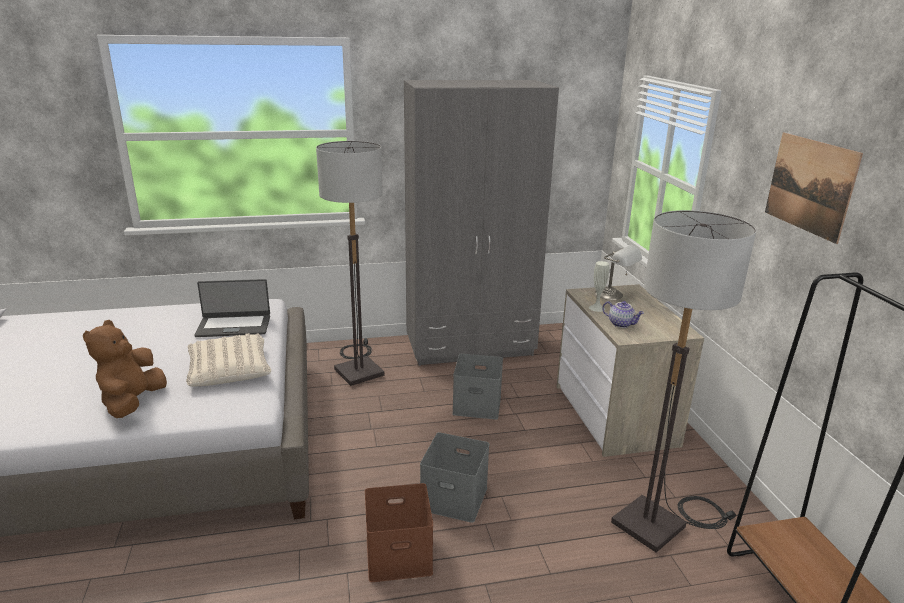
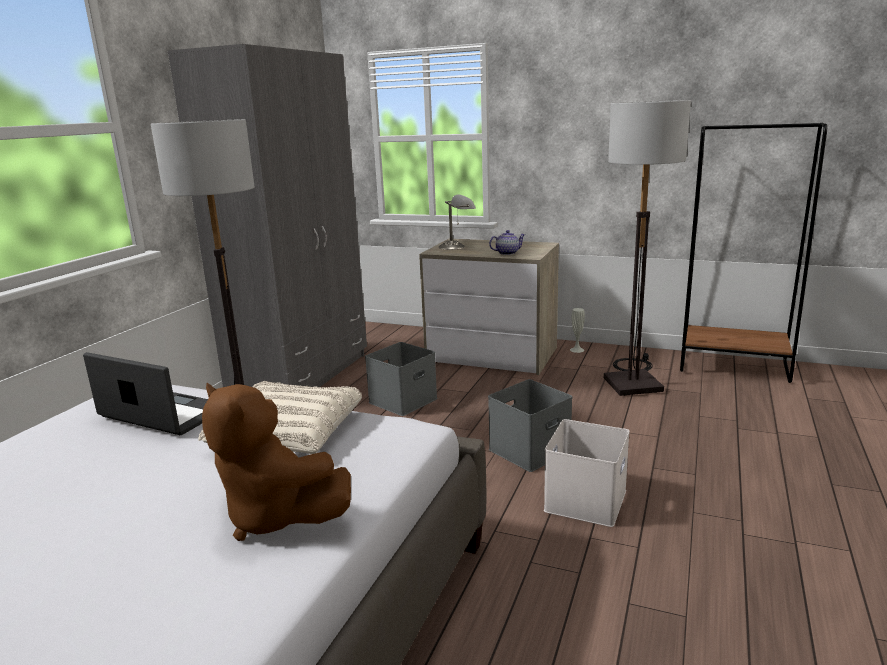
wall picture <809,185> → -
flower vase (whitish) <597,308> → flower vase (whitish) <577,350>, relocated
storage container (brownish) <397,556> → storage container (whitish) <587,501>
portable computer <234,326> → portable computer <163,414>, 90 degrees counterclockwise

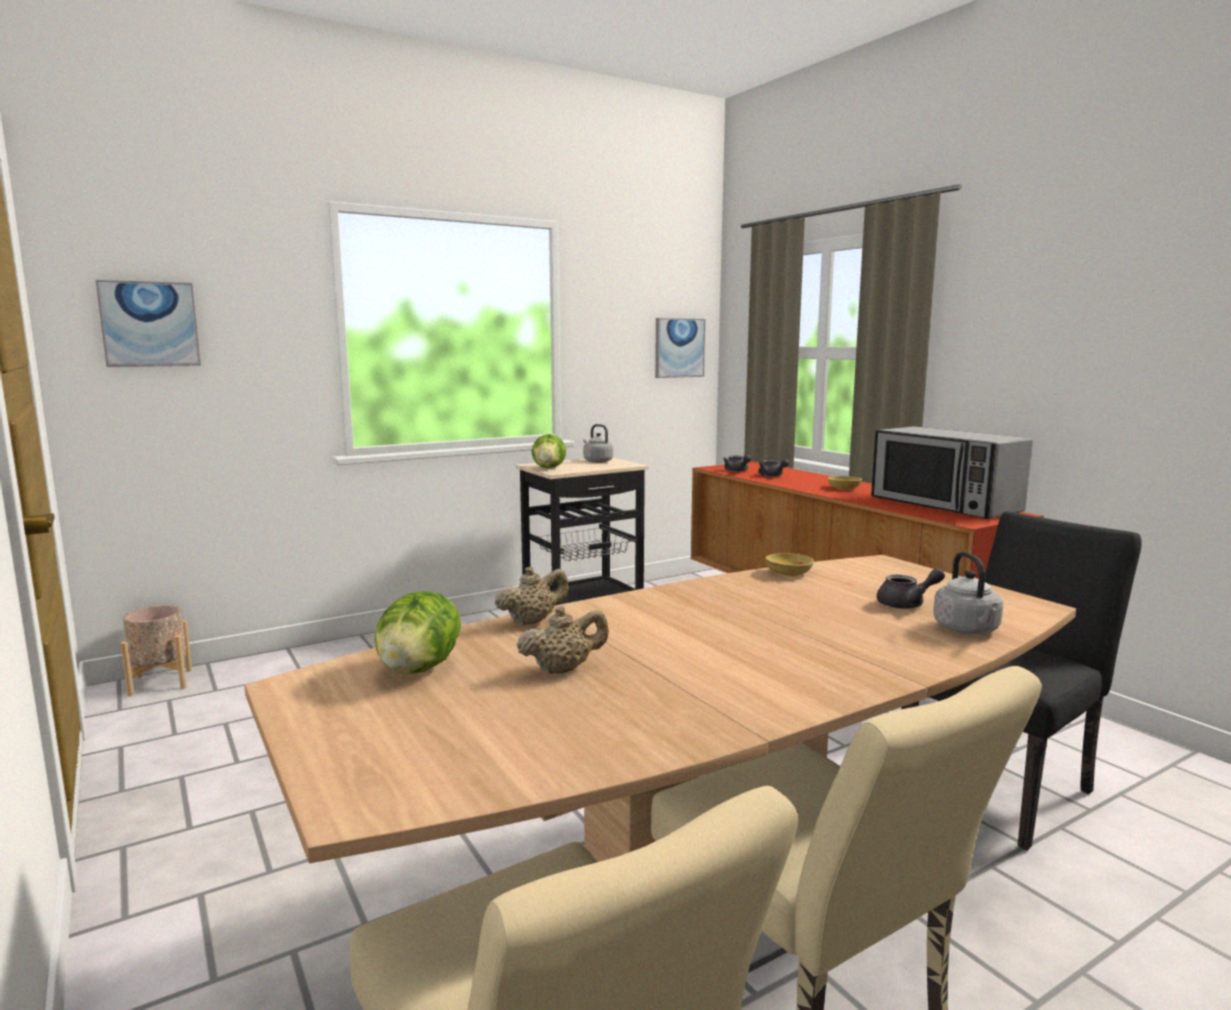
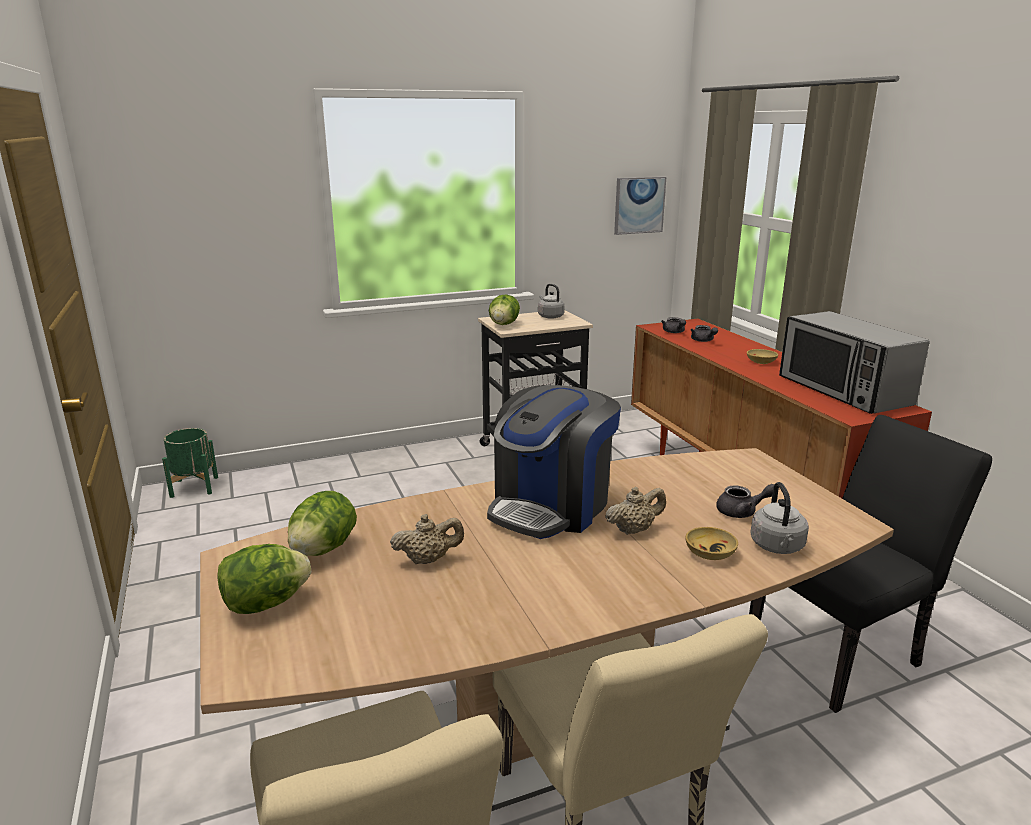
wall picture <149,324> → -
- → head of lettuce <266,604>
- → coffee brewer <551,506>
tea pot (sand-coloured) <532,621> → tea pot (sand-coloured) <634,530>, relocated
serving bowl (sand-coloured) <788,573> → serving bowl (sand-coloured) <709,552>, relocated
plant pot (sand-coloured) <160,682> → plant pot (green) <194,487>

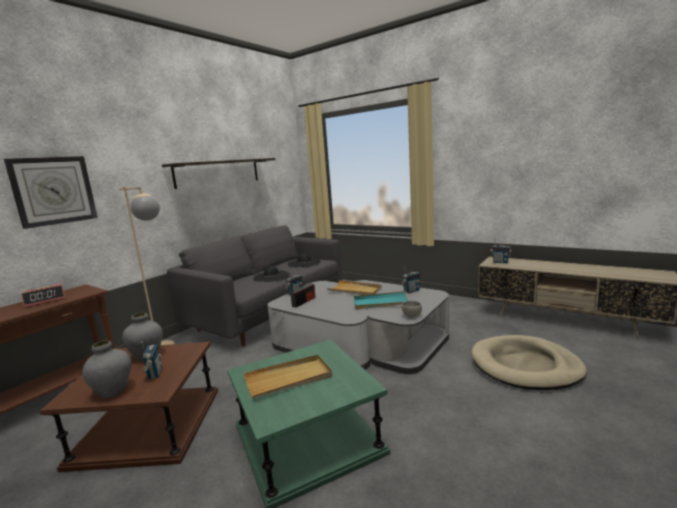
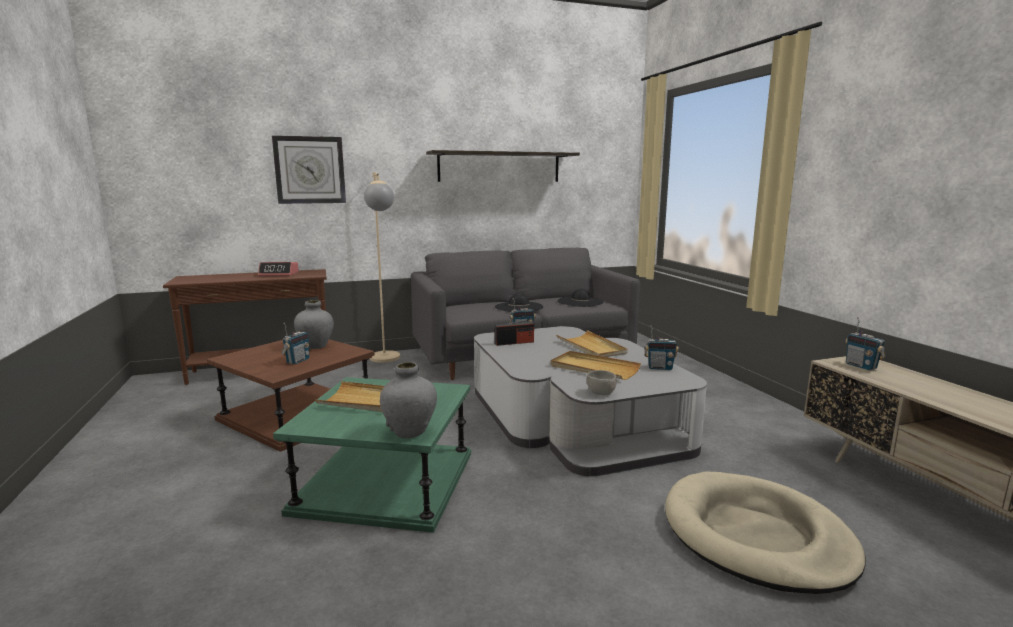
flower vase (gray) <113,391> → flower vase (gray) <410,432>, relocated
serving tray (turquoise) <381,303> → serving tray (sand-coloured) <594,368>

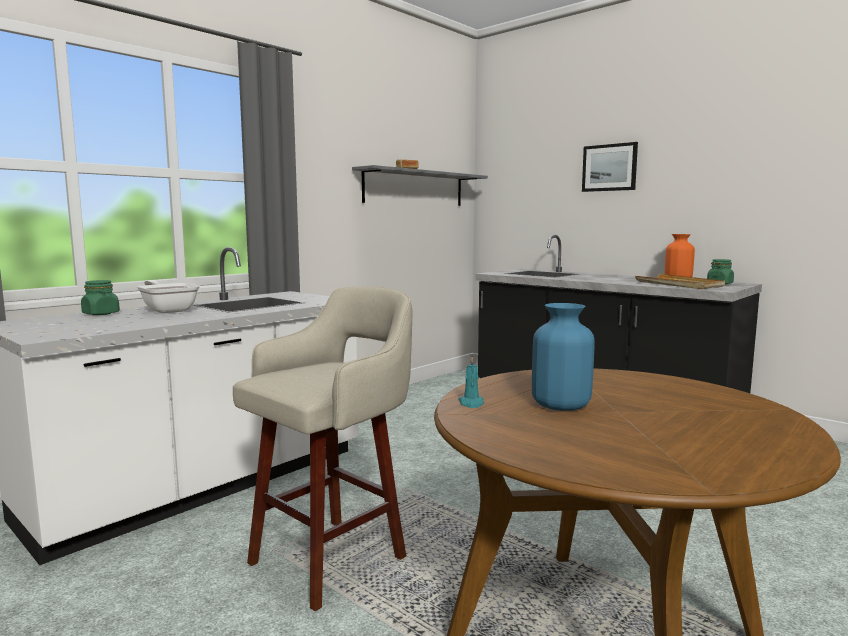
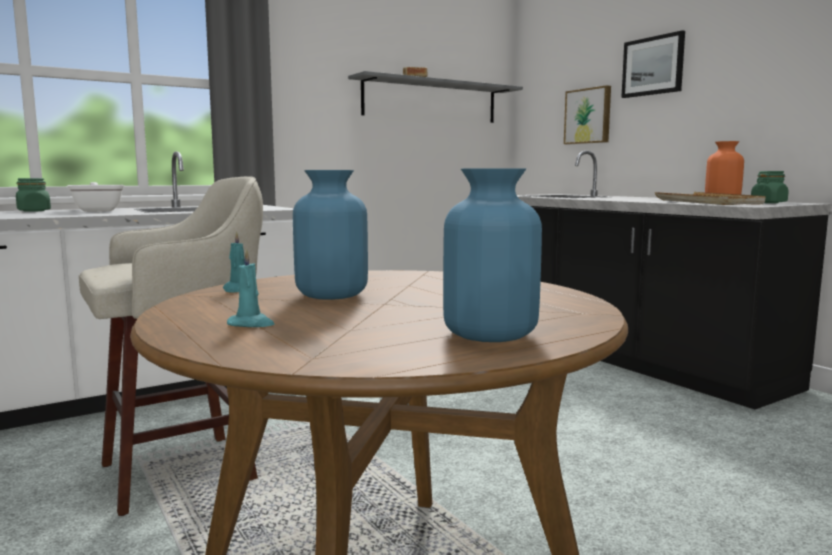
- → wax light (turquoise) <251,324>
- → flower vase (blue) <489,335>
- → wall picture <588,116>

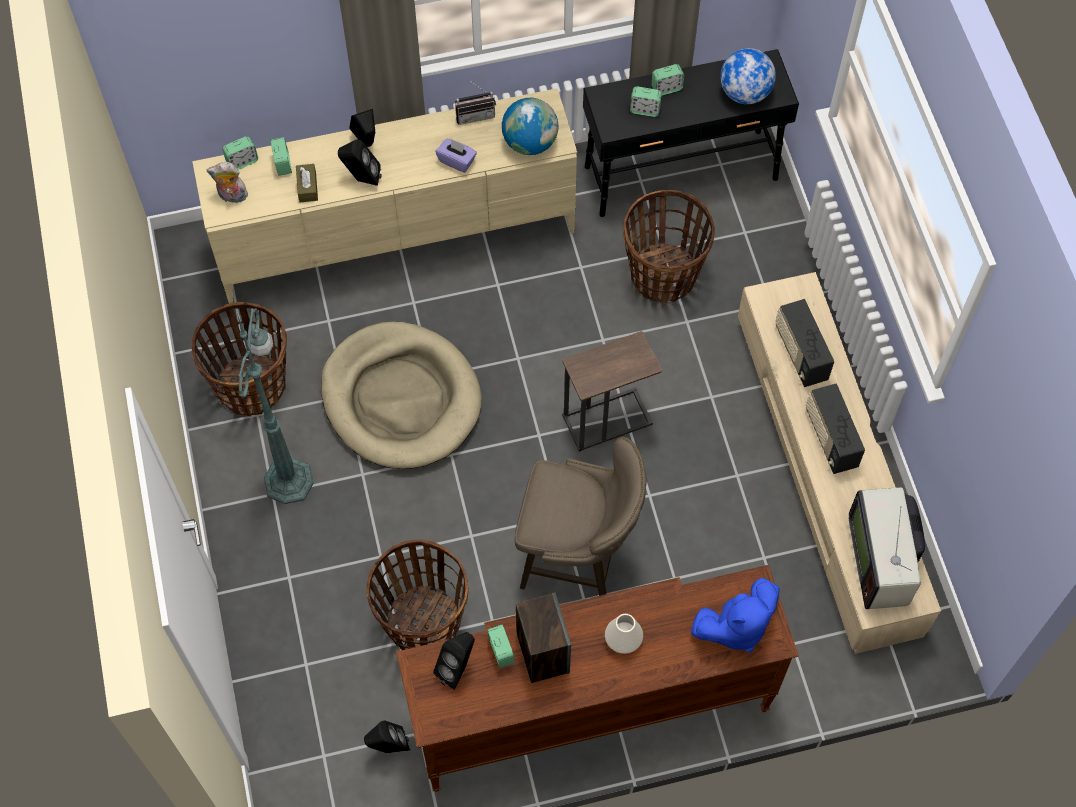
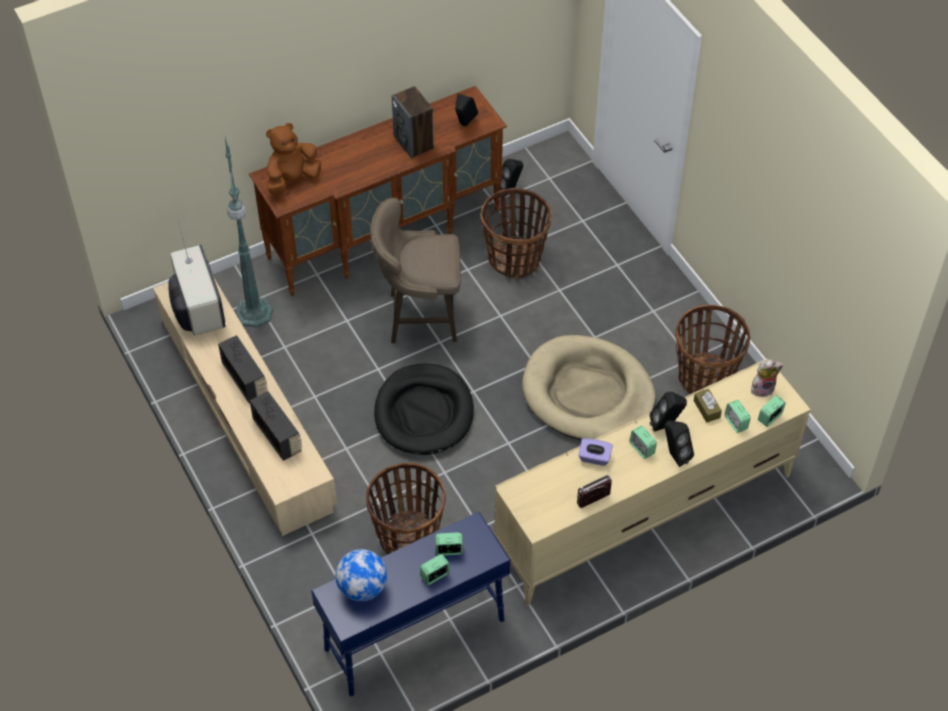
world globe <530,143> → -
flower vase (whitish) <623,640> → -
floor lamp (green) <289,478> → floor lamp (green) <254,314>, relocated
bedside clock <501,651> → bedside clock <642,449>, relocated
end table (brownish) <607,421> → dog cushion (black) <424,412>
console table (black) <681,174> → console table (blue) <414,634>
cuddly toy (blue) <735,627> → cuddly toy (brownish) <292,179>

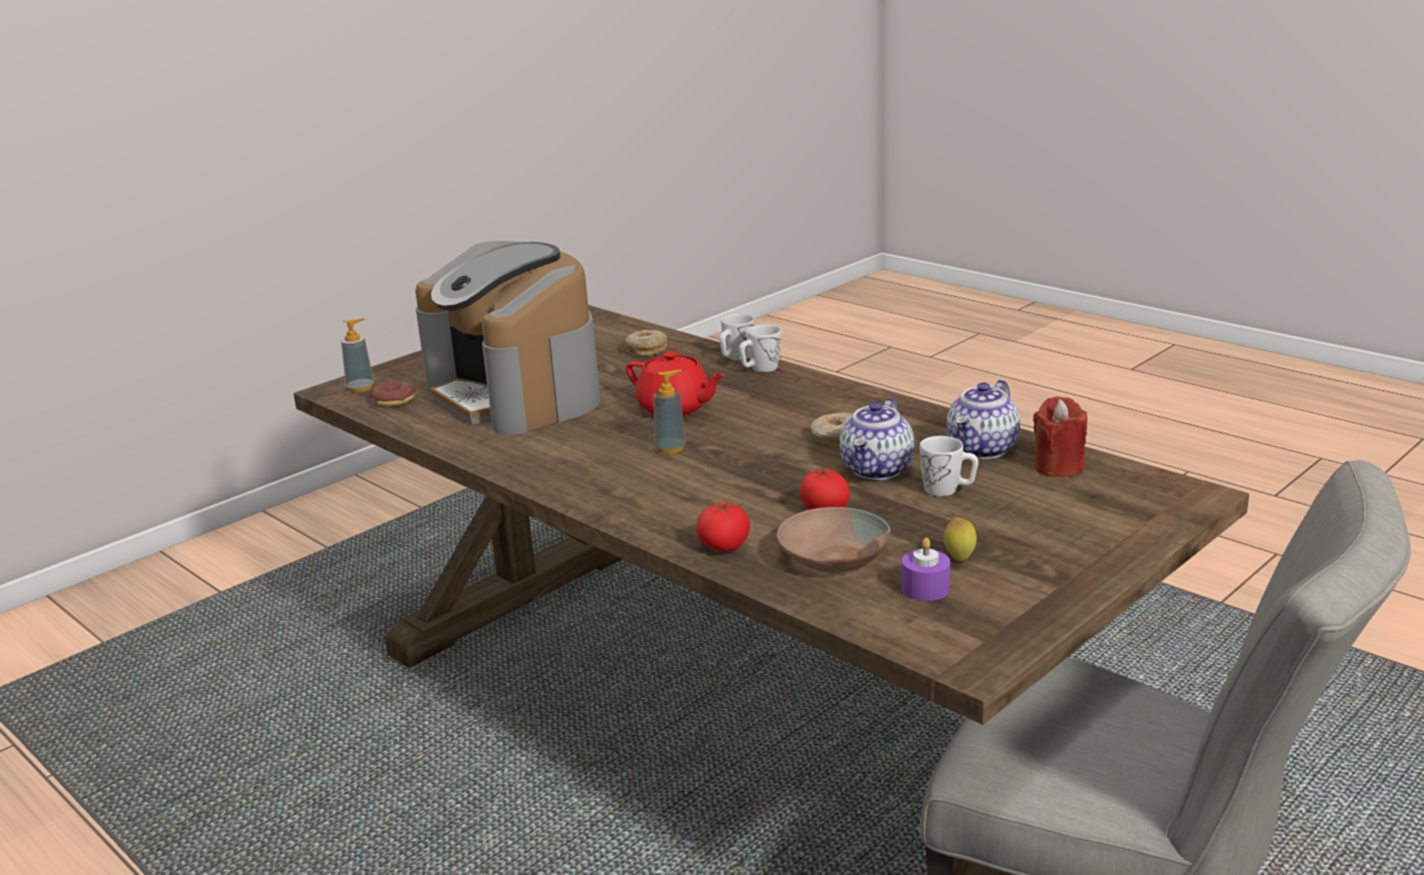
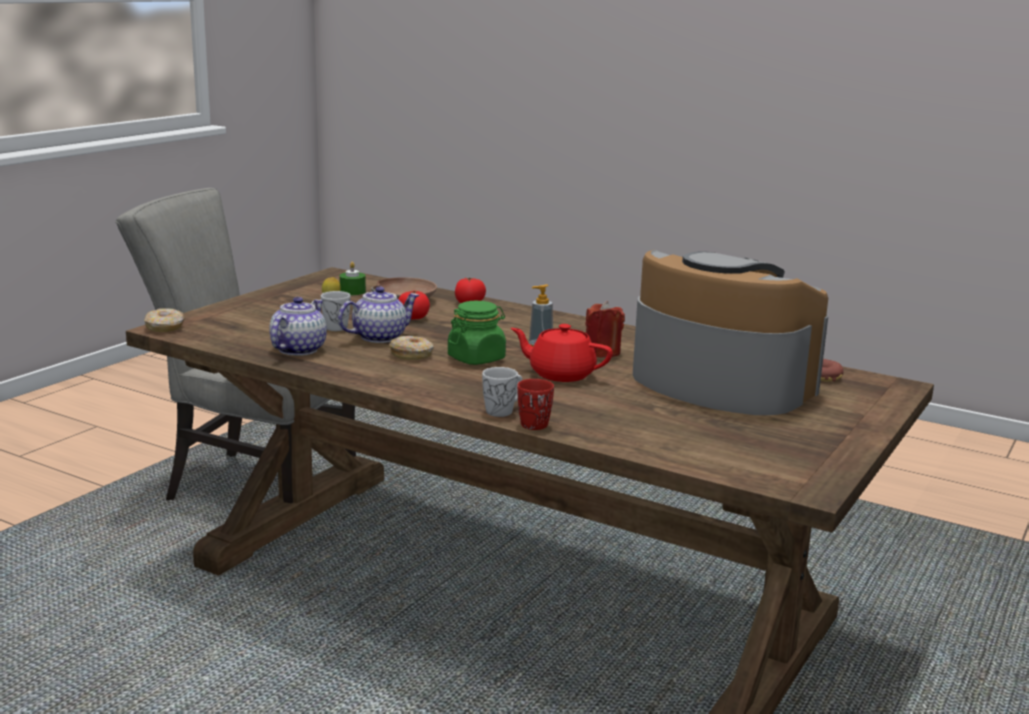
liquid soap bottle <361,388> → -
- → storage jar (green) <476,358>
donut <646,350> → donut <165,327>, relocated
wax light (red) <1058,467> → wax light (red) <602,352>, relocated
tea mug (whitish) <735,358> → tea mug (red) <536,423>
wax light (purple-coloured) <925,588> → wax light (green) <352,291>
tea pot <877,470> → tea pot <379,337>, 45 degrees clockwise

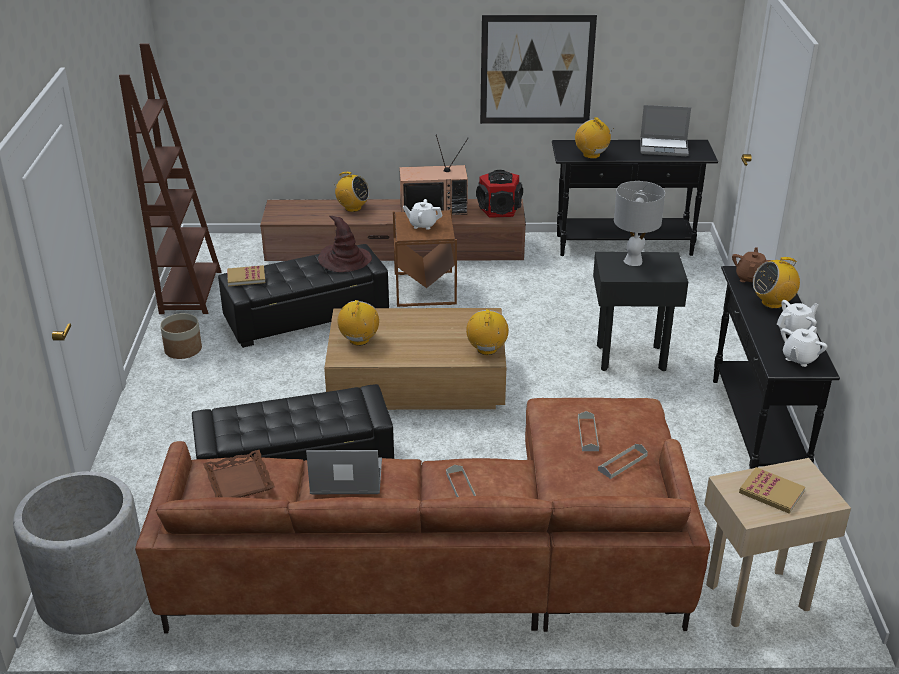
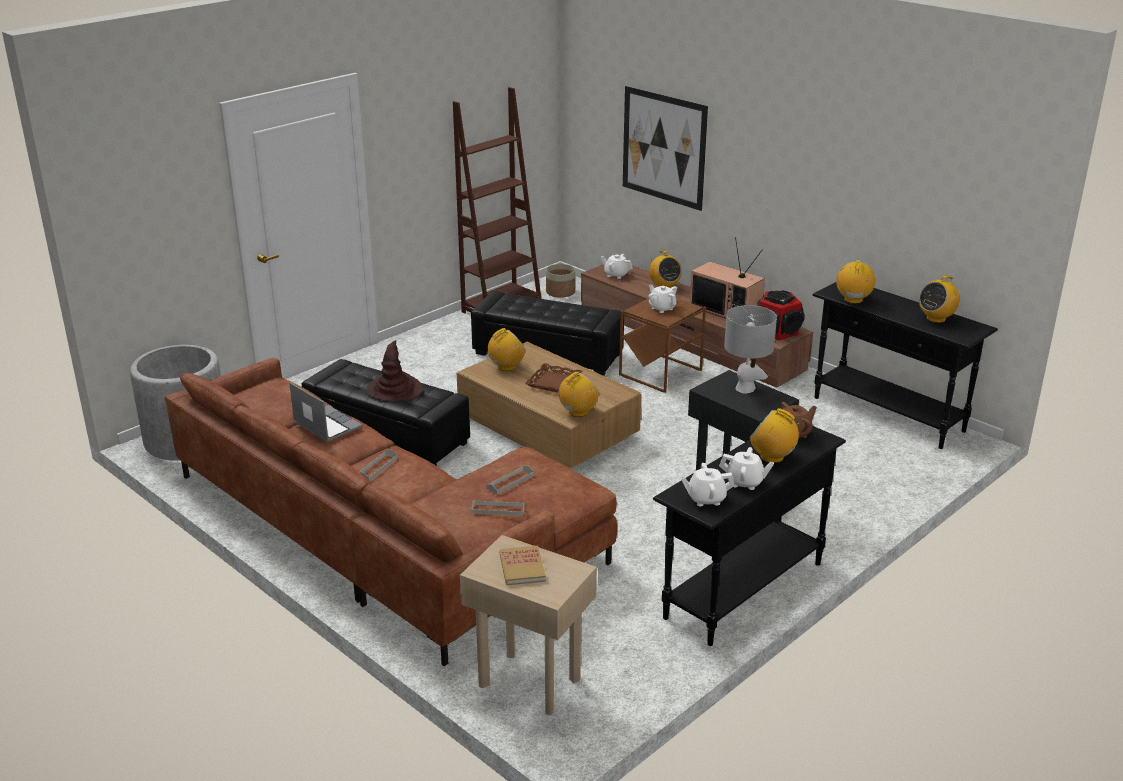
bound book <246,277> → -
- → tea pot (whitish) <616,275>
plant pot <183,349> → plant pot <560,292>, relocated
serving tray (brownish) <238,481> → serving tray (brownish) <553,382>, relocated
wearable hat (brownish) <345,260> → wearable hat (brownish) <395,389>, relocated
wall picture <536,70> → wall picture <663,147>, relocated
portable computer <664,148> → radio set <936,318>

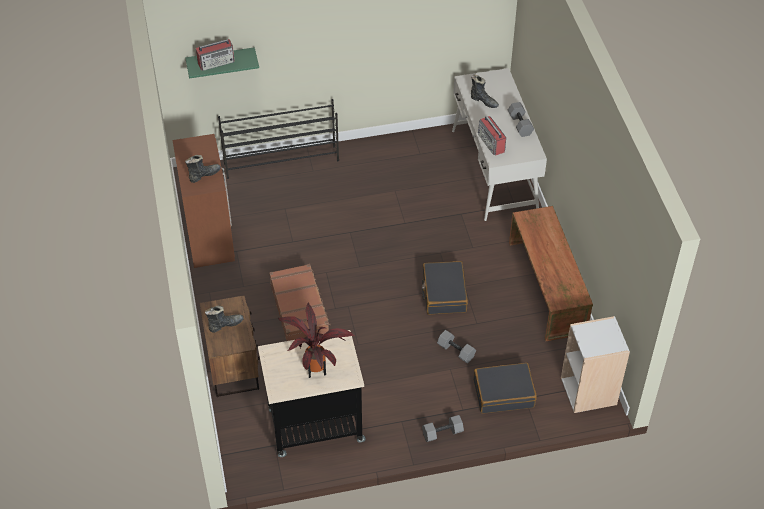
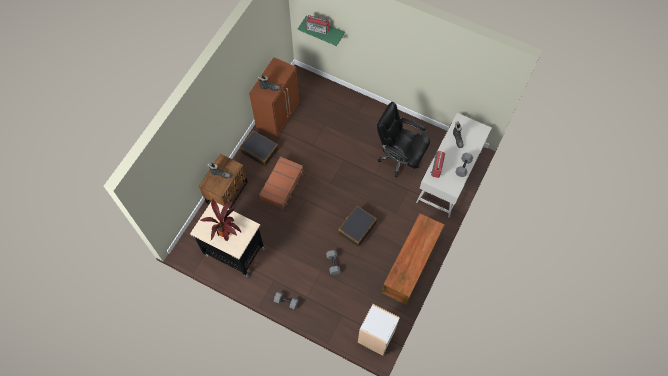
shoe shelf (black) <282,162> → -
- → desk chair (black) <400,159>
piece of luggage (black) <503,393> → piece of luggage (black) <259,150>, relocated

